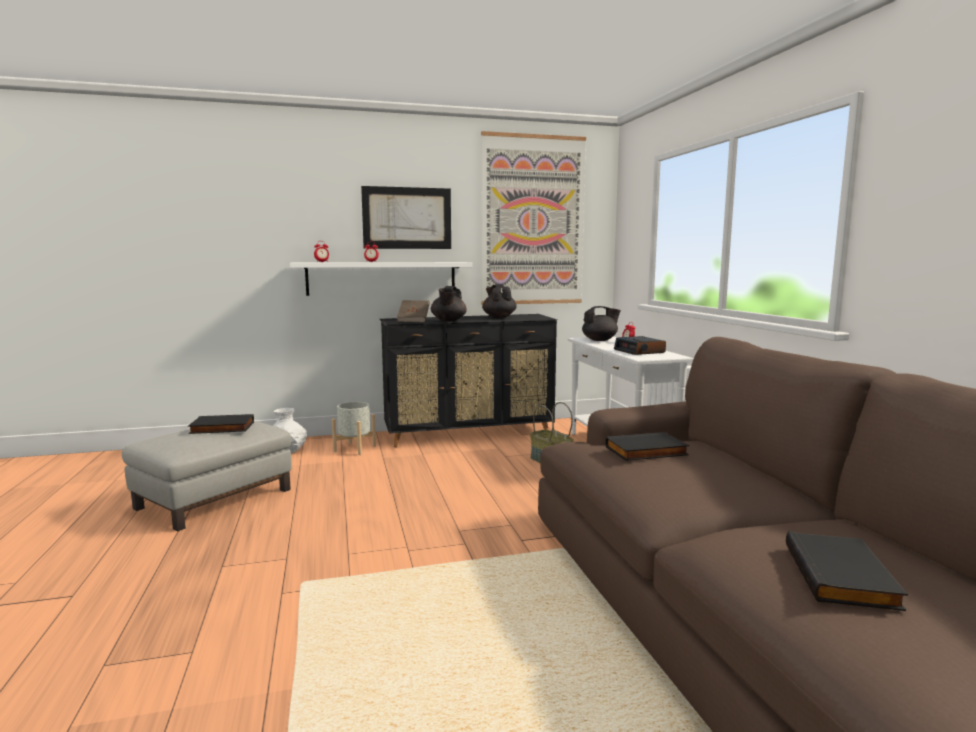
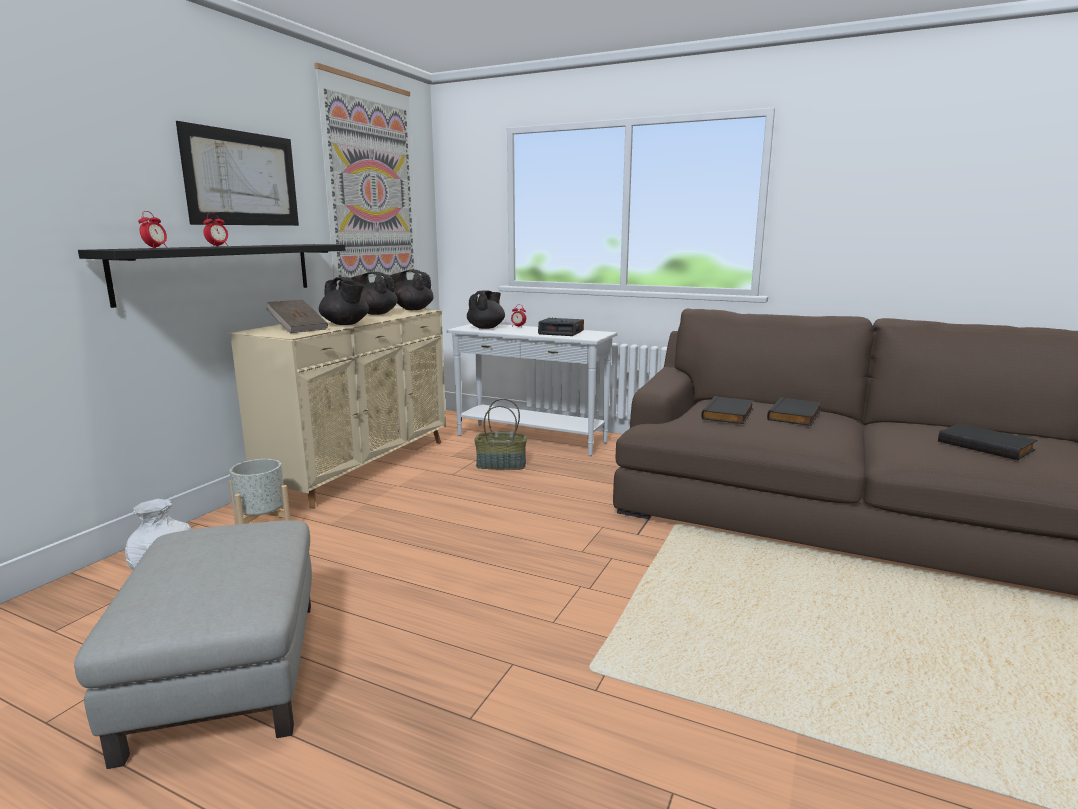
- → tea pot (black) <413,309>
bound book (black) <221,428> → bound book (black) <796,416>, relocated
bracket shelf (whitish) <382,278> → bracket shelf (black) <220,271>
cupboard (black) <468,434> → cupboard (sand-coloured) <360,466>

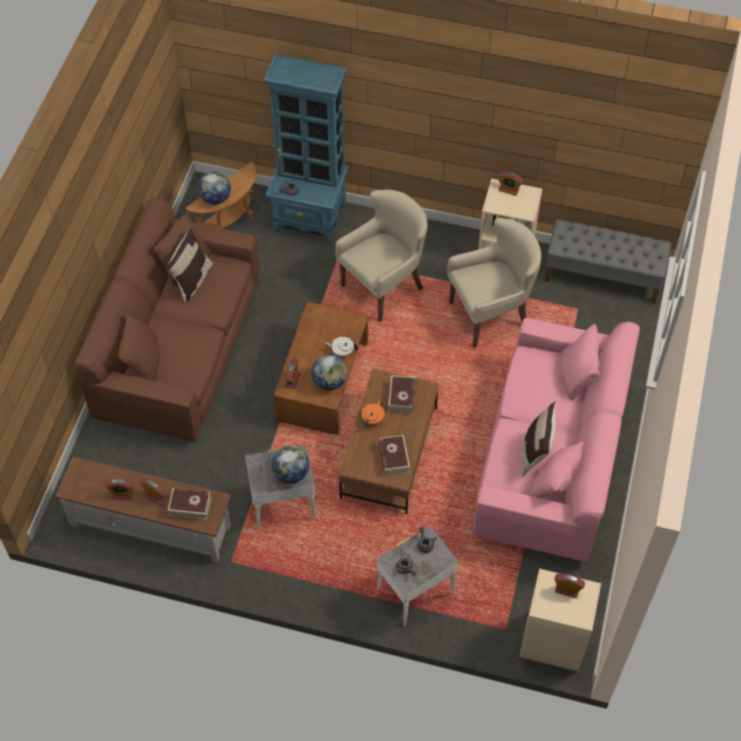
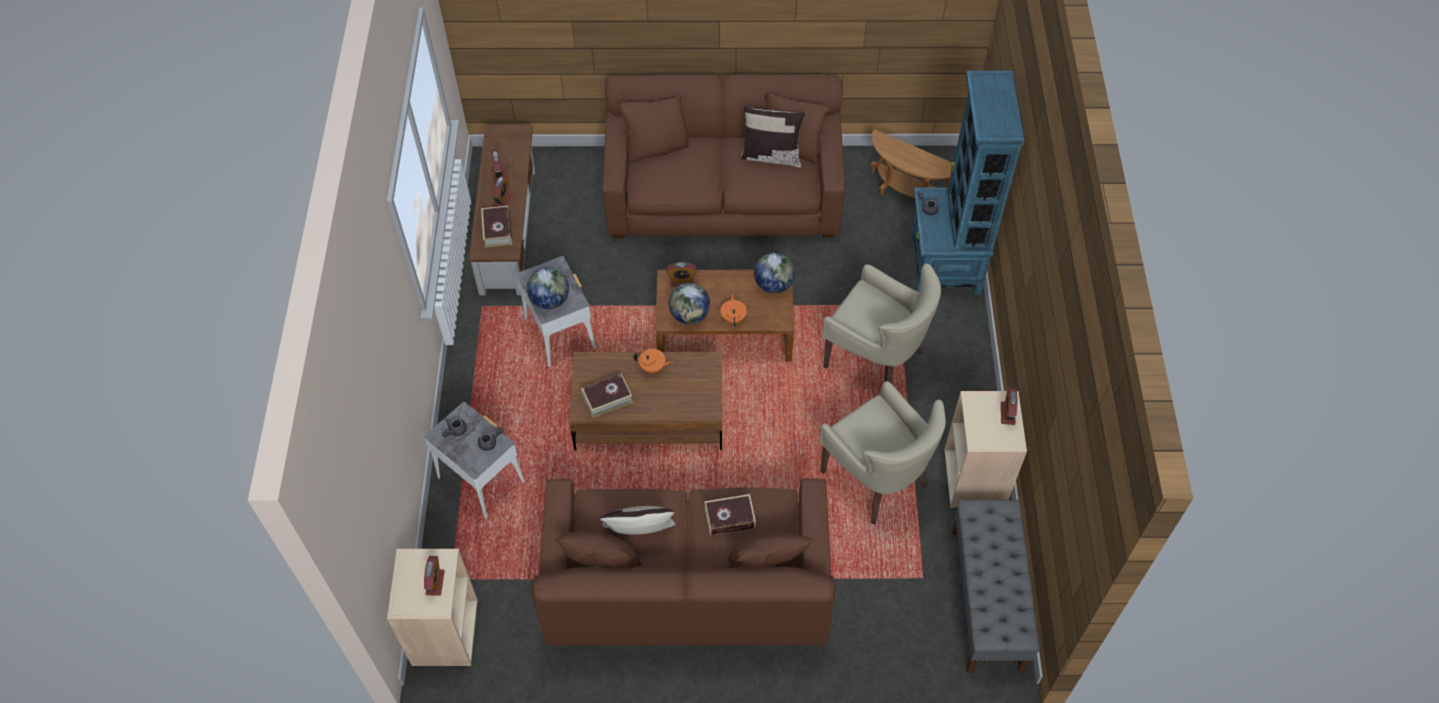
world globe <215,198> → world globe <773,284>, relocated
bound book <402,397> → bound book <729,518>, relocated
tea pot (whitish) <342,352> → tea pot (orange) <733,318>
settee (pink-coloured) <548,458> → settee (brownish) <687,583>

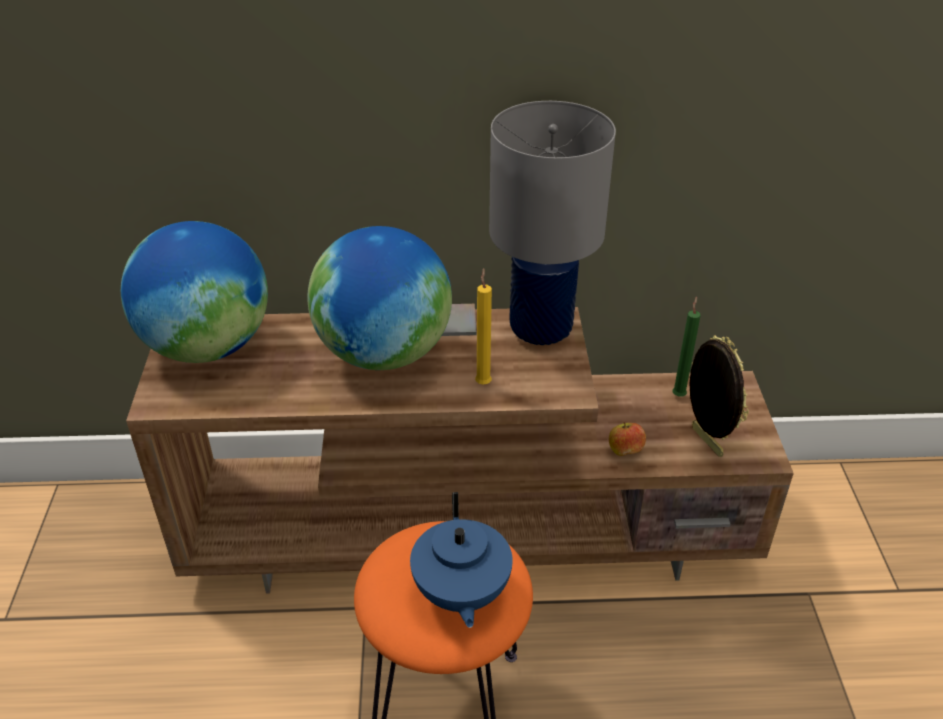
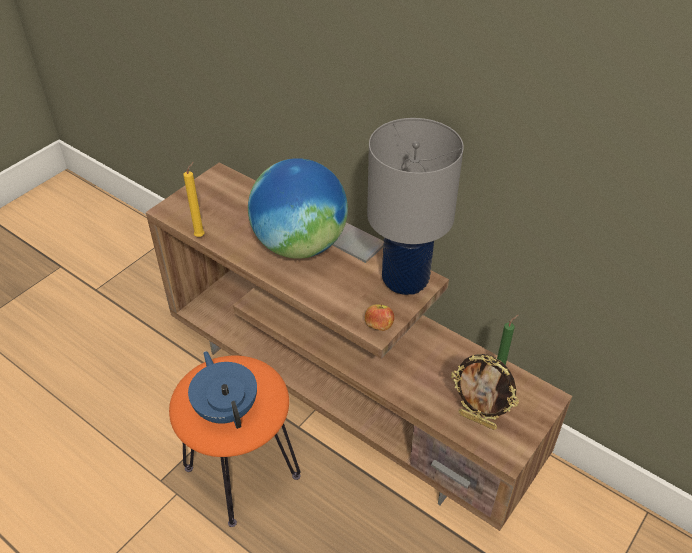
world globe <208,347> → -
wax light (yellowish) <483,382> → wax light (yellowish) <201,235>, relocated
whole apple <625,451> → whole apple <379,326>, relocated
tea pot (blue) <460,593> → tea pot (blue) <227,408>, 120 degrees clockwise
photo frame <704,442> → photo frame <478,420>, 105 degrees clockwise

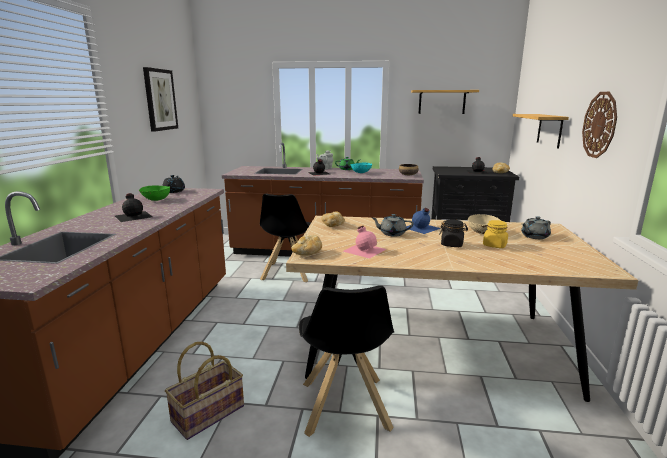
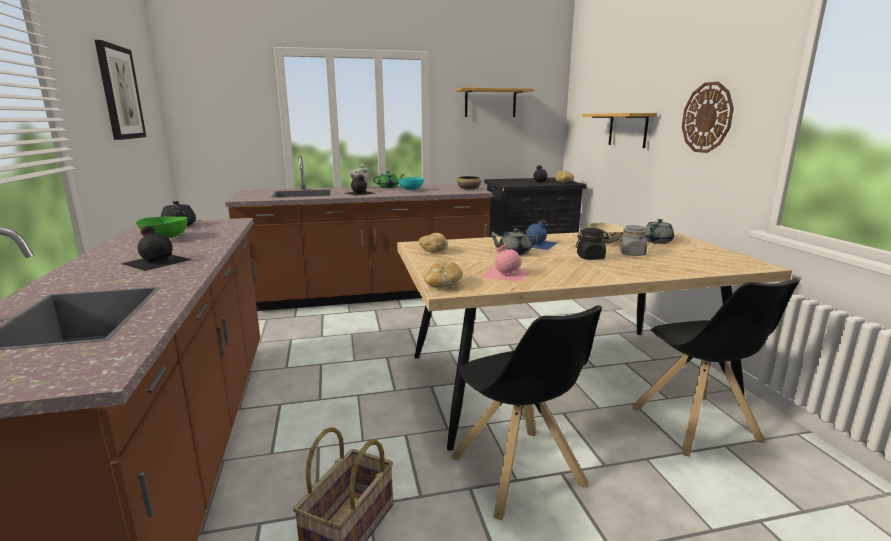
plain chair (black) <287,273> → plain chair (black) <697,425>, relocated
storage jar (yellowish) <494,245> → storage jar (gray) <632,254>

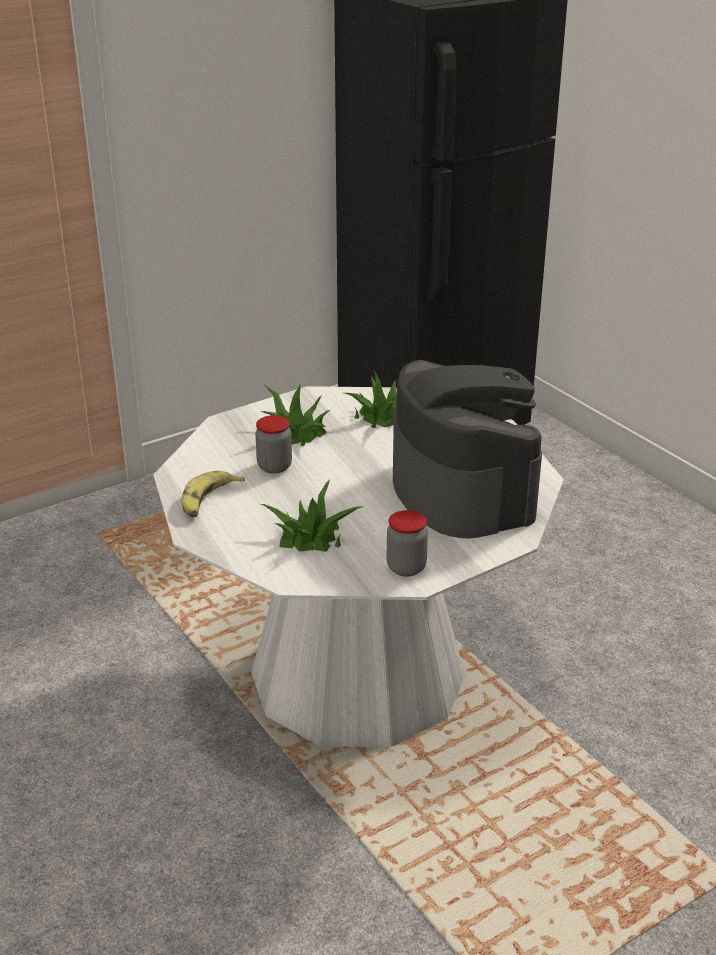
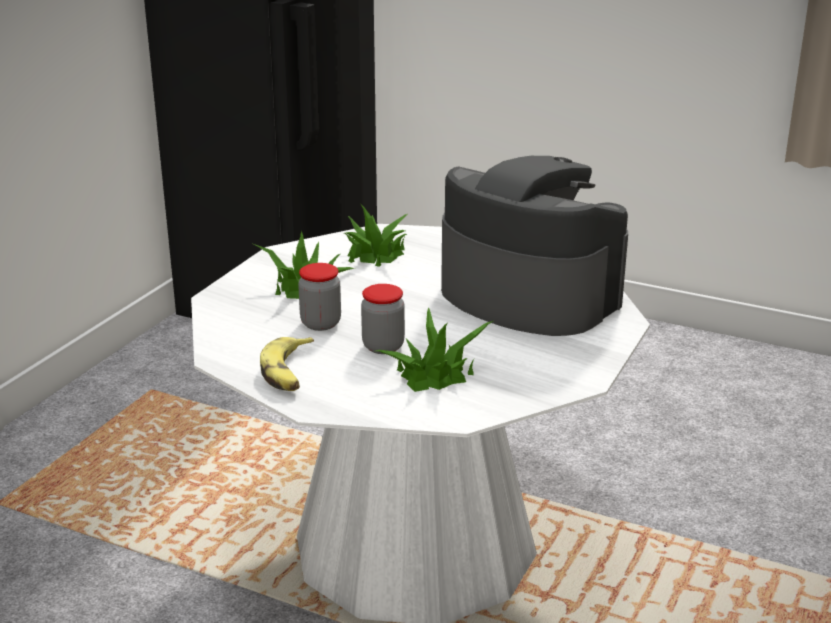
storage jar <406,567> → storage jar <383,346>, relocated

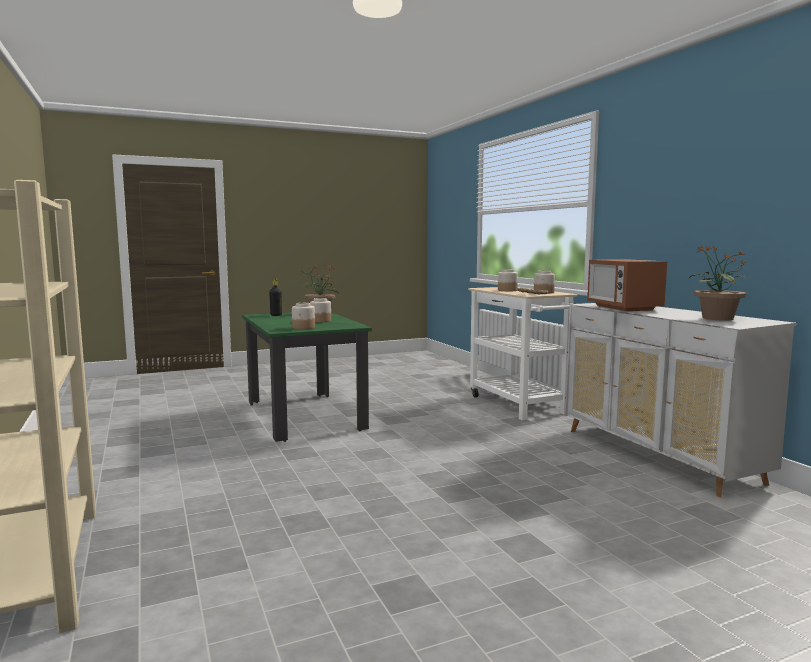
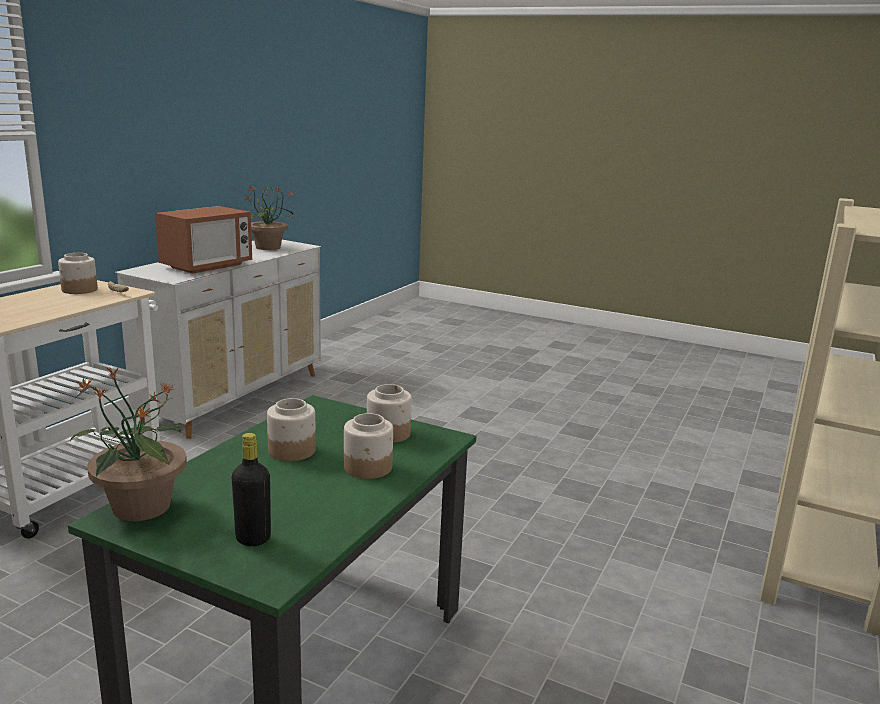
storage jar <507,290> → storage jar <368,468>, relocated

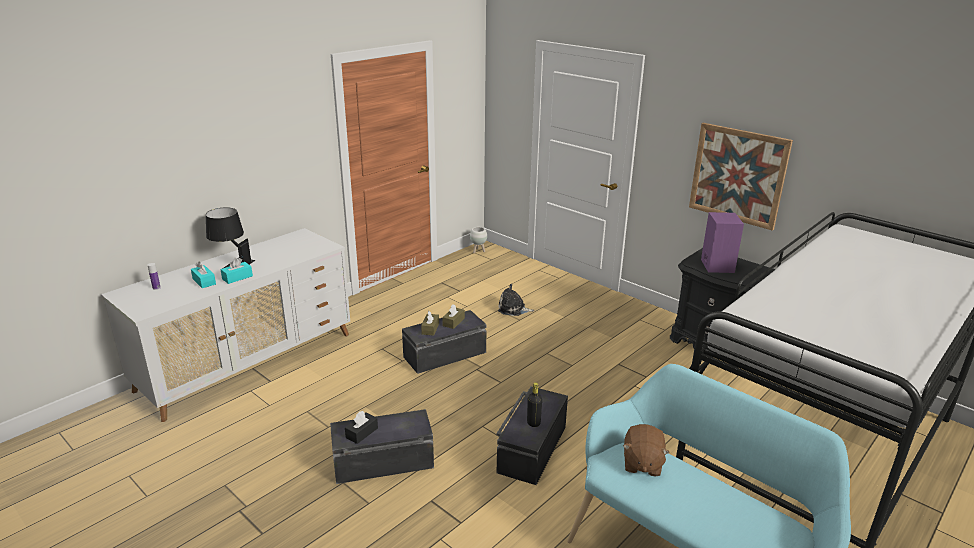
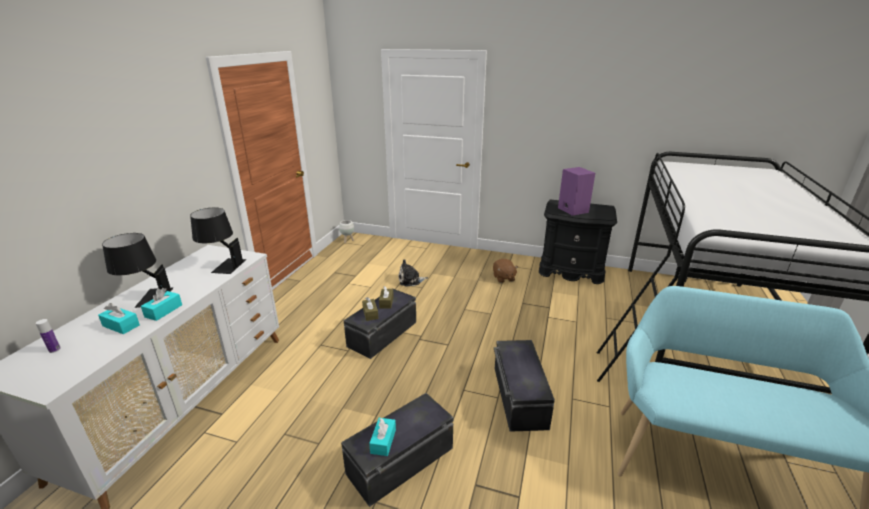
bottle (black) <533,423> → -
wall picture <738,175> → -
- → table lamp (black) <222,265>
cuddly toy (brownish) <642,463> → cuddly toy (brownish) <503,278>, relocated
box of tissues (black) <362,433> → box of tissues (turquoise) <383,441>

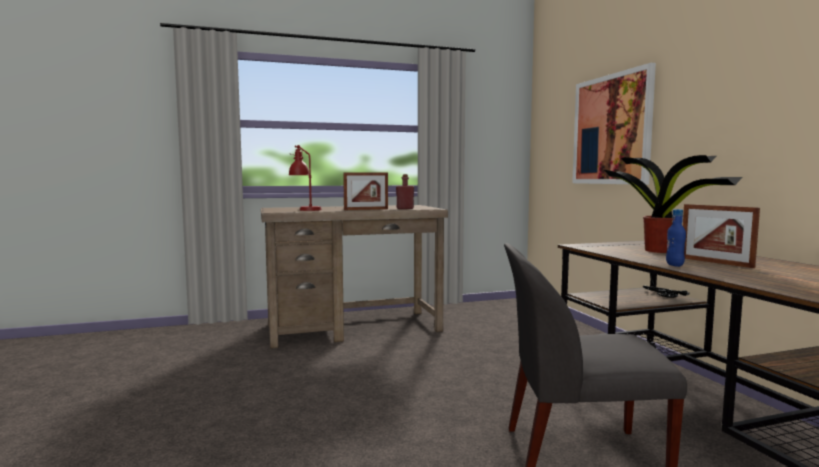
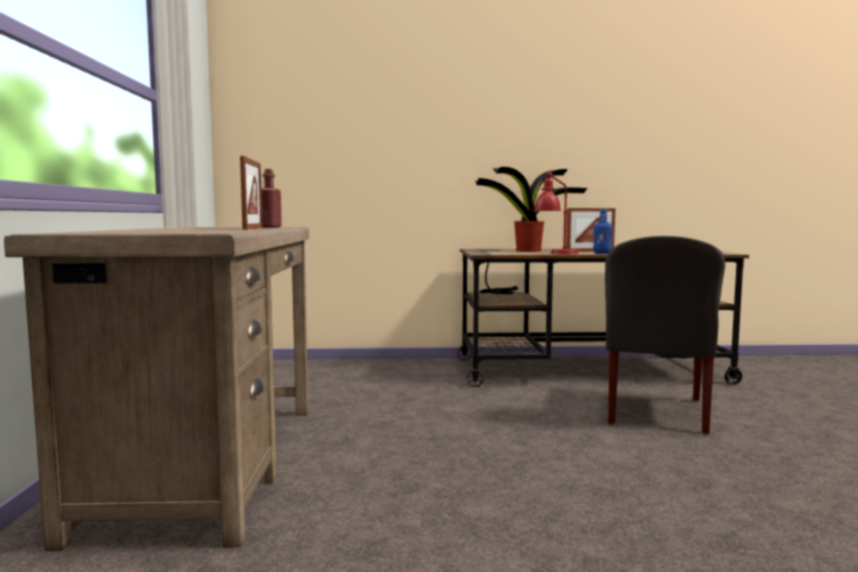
wall picture <611,130> → -
table lamp (red) <304,209> → table lamp (red) <555,254>, relocated

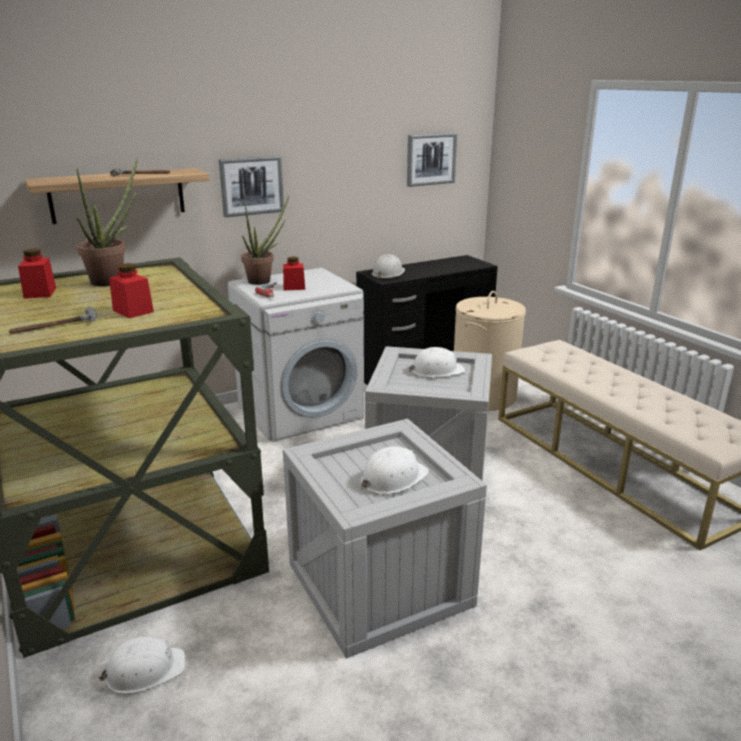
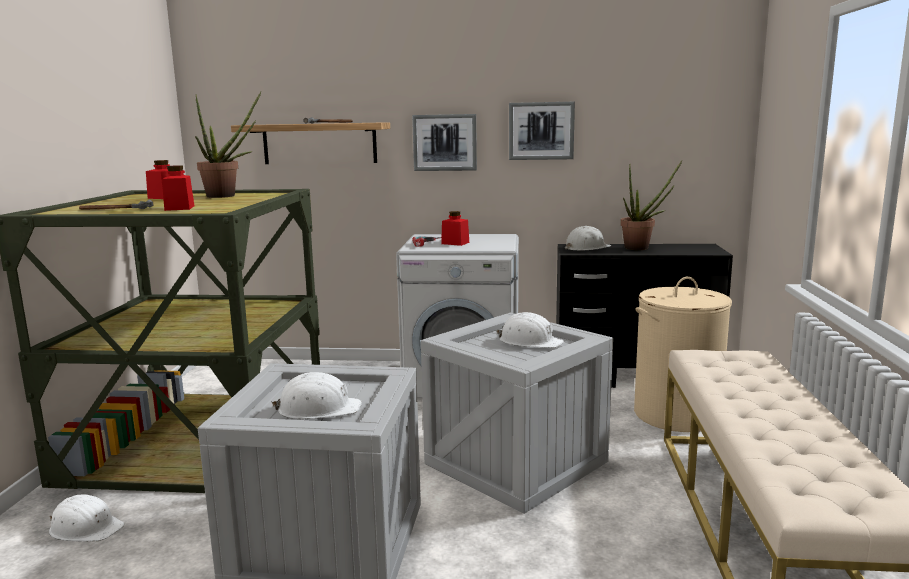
potted plant <264,280> → potted plant <642,248>, relocated
wall picture <431,159> → wall picture <541,131>, relocated

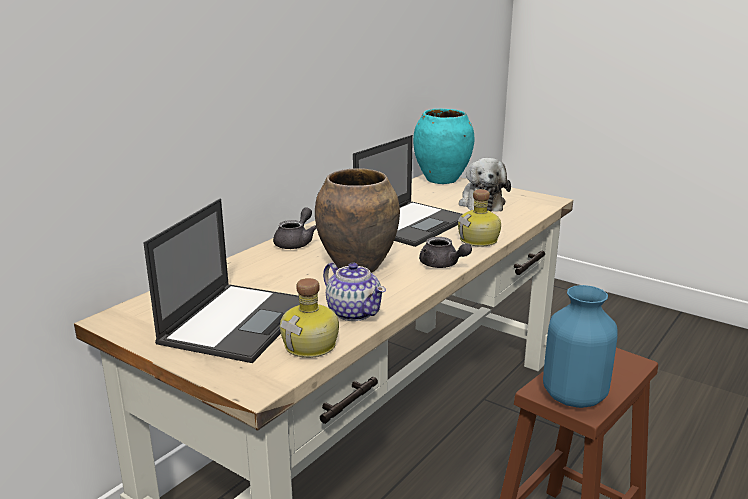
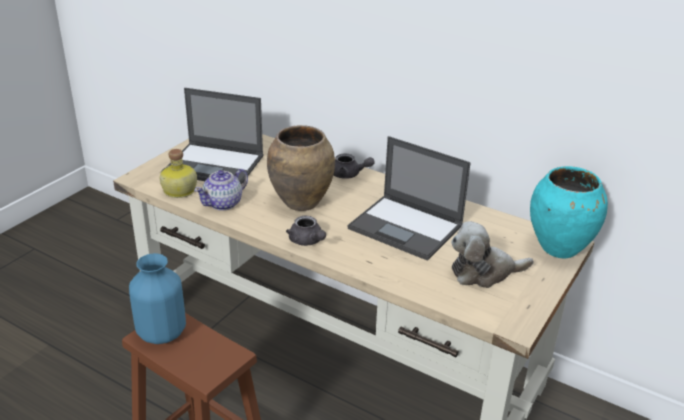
bottle <479,240> → -
tea pot (gray) <442,265> → tea pot (gray) <307,241>, 75 degrees counterclockwise

